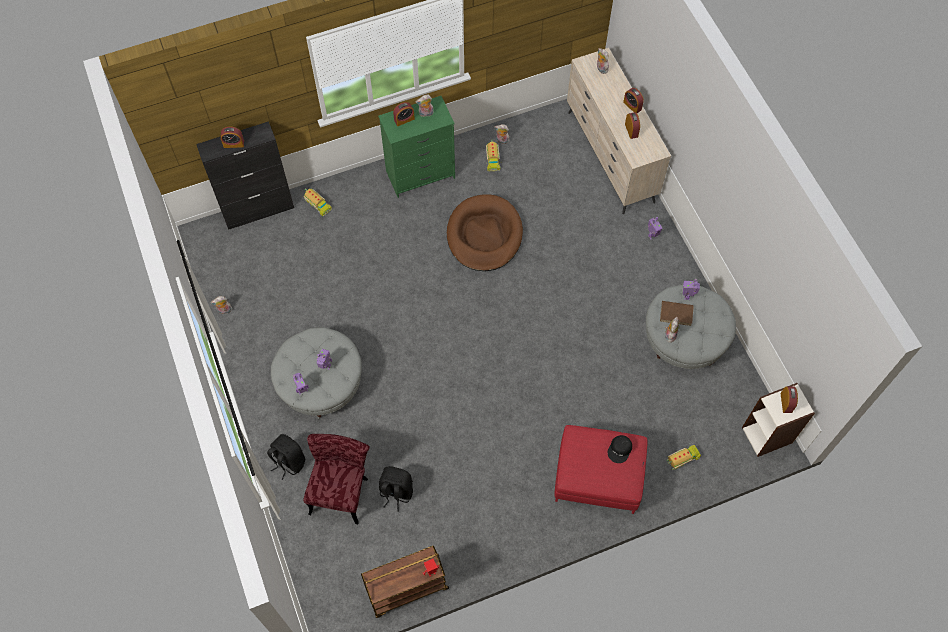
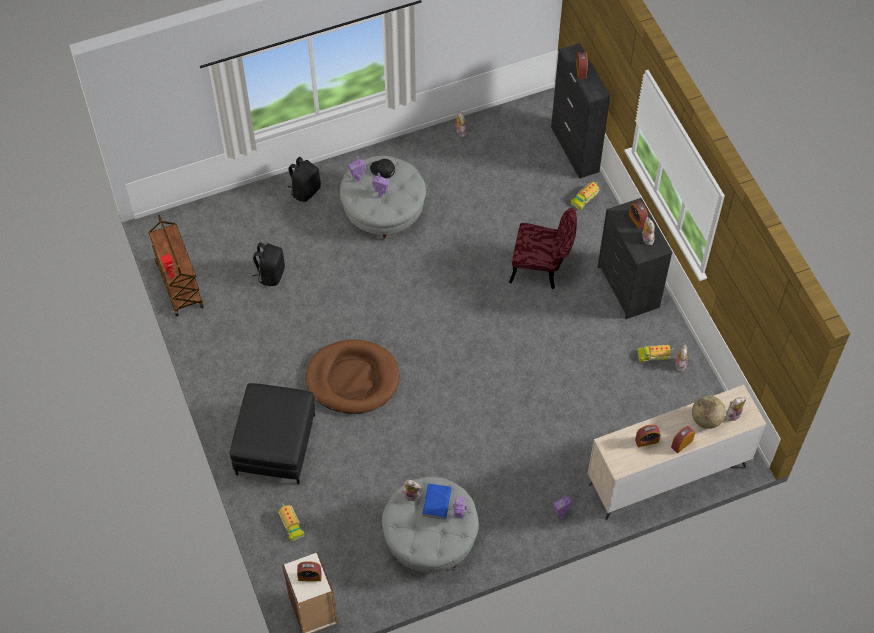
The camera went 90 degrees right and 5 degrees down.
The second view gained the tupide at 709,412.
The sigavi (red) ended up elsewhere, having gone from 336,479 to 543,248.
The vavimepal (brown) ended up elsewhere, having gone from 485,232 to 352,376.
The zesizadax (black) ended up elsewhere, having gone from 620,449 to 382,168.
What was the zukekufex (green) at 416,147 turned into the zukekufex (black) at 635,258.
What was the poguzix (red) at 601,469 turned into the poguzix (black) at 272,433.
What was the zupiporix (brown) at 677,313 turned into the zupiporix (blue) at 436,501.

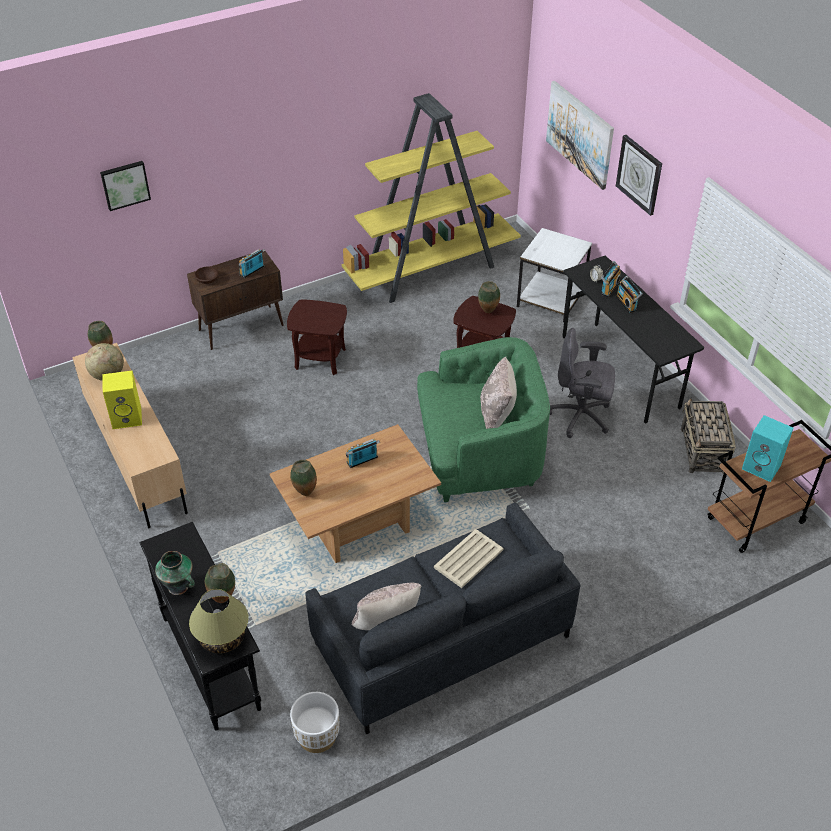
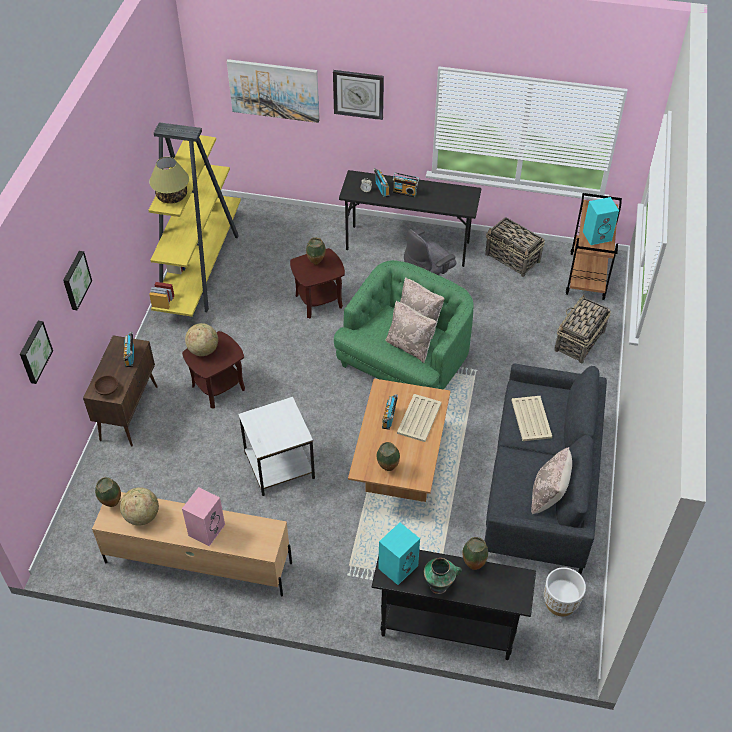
The camera went 50 degrees left and 5 degrees up.
The second view gained the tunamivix at 77,280.
The second view gained the tupide at 201,339.
The second view gained the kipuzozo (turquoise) at 399,554.
The second view gained the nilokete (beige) at 410,331.
The second view gained the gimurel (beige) at 419,418.
The second view gained the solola at 582,329.
The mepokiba ended up elsewhere, having gone from 219,621 to 169,180.
The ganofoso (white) ended up elsewhere, having gone from 554,275 to 276,446.
What was the kipuzozo (yellow) at 122,399 turned into the kipuzozo (pink) at 203,516.

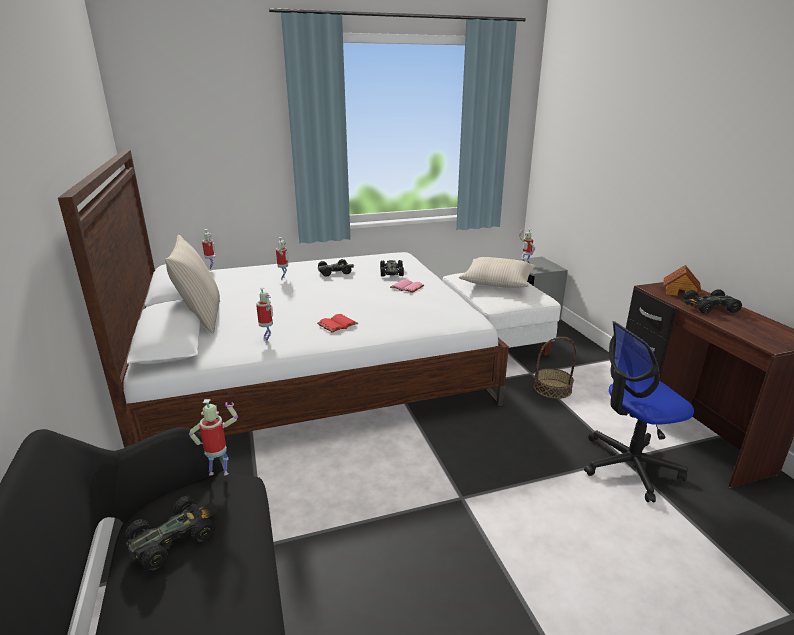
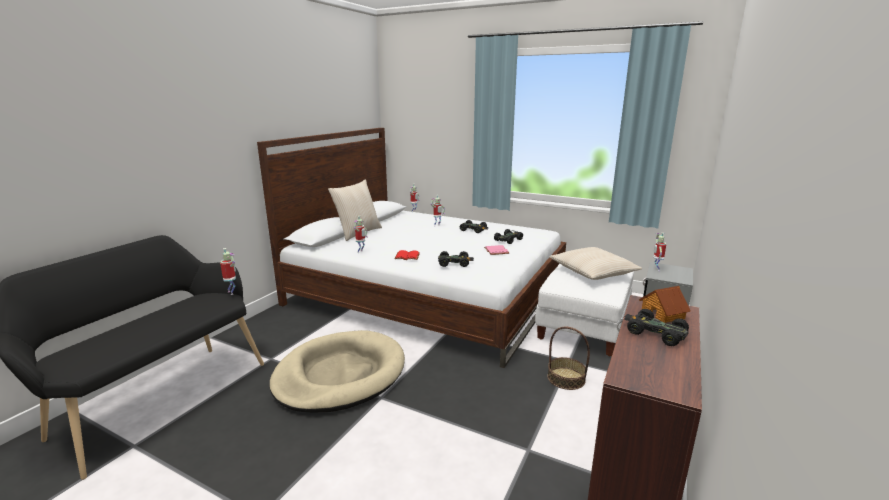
The camera went 45 degrees right and 5 degrees down.
The second view lost the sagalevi at 639,412.
The second view gained the vavimepal (beige) at 337,371.
The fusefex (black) ended up elsewhere, having gone from 171,533 to 456,259.

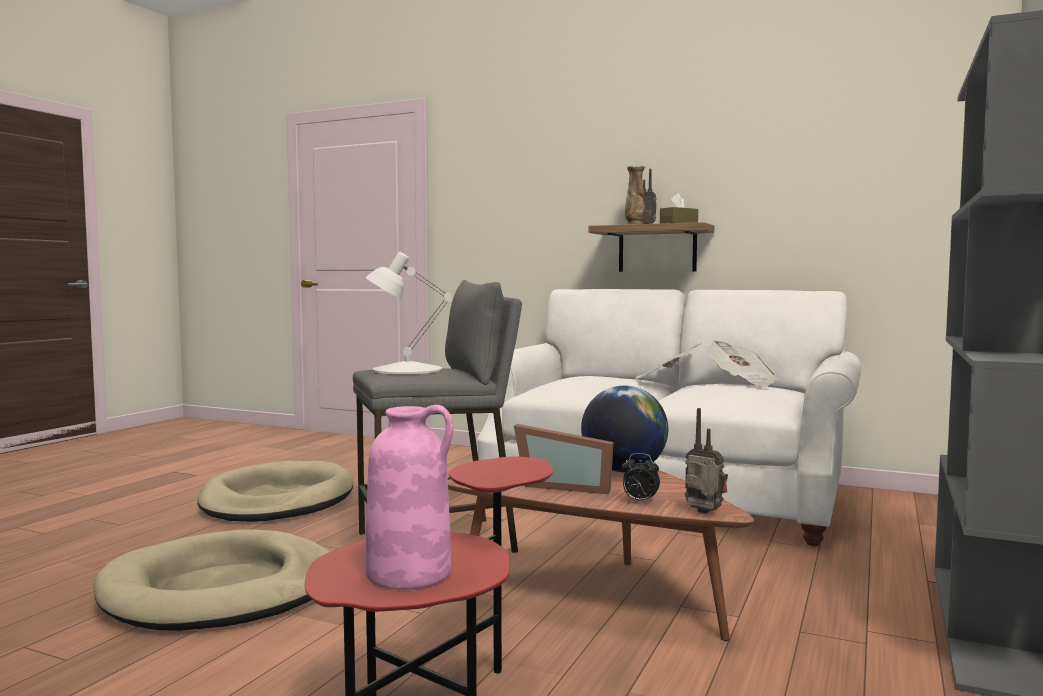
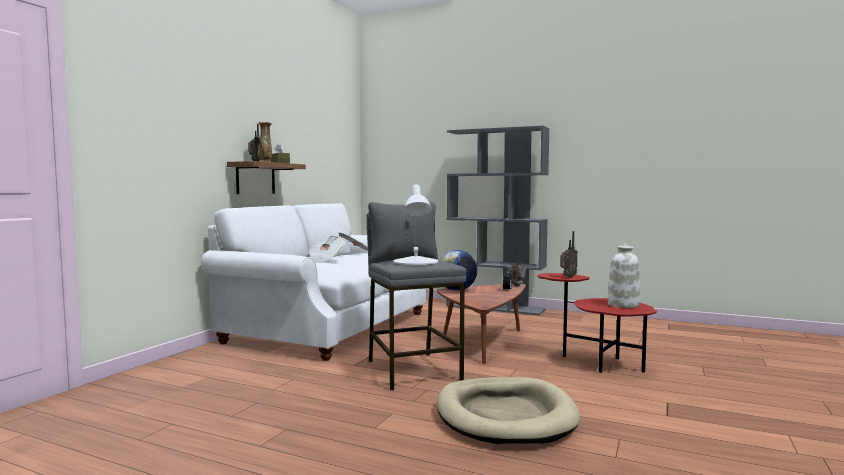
The camera went 90 degrees left and 0 degrees up.
The second view lost the vavimepal (beige) at 275,491.
The second view lost the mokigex at 563,459.
The second view gained the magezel at 569,254.
What was the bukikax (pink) at 409,497 turned into the bukikax (white) at 624,275.

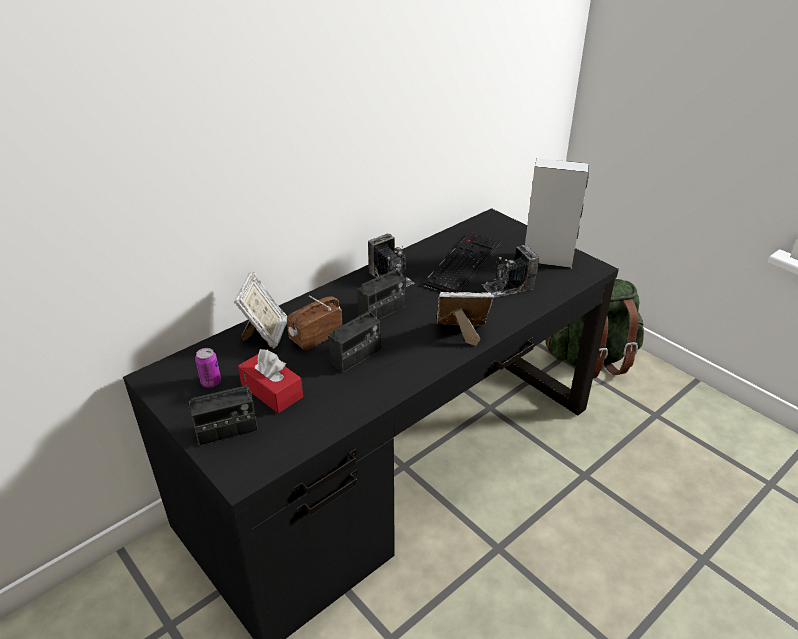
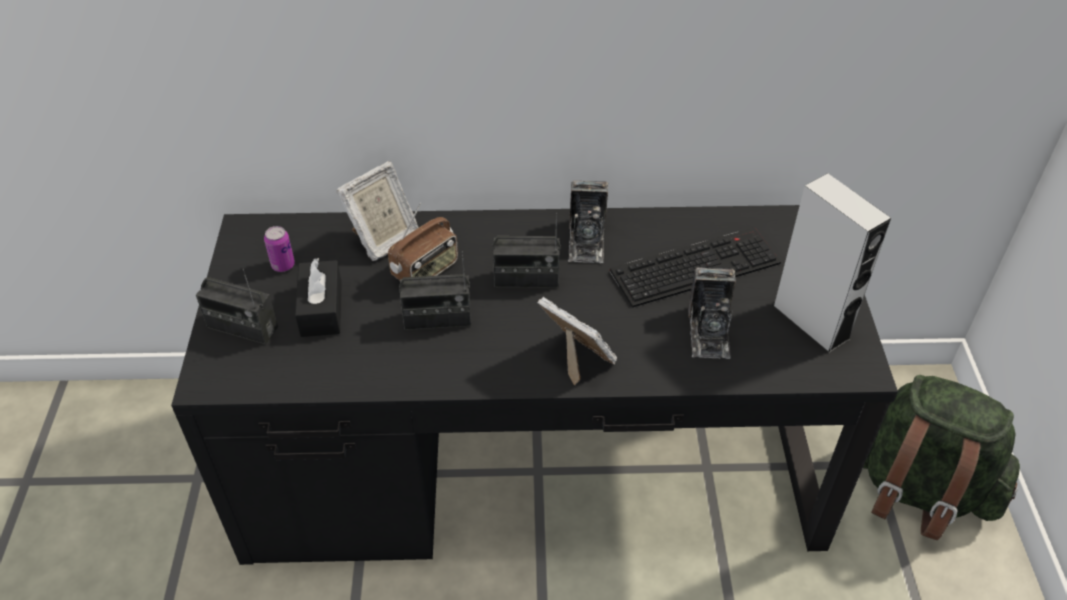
The camera went 40 degrees right and 10 degrees up.
What was the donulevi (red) at 270,381 turned into the donulevi (black) at 318,297.
The magezel at 315,322 ended up facing another way, 135 degrees clockwise from before.
The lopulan at 510,271 ended up facing another way, 105 degrees counterclockwise from before.

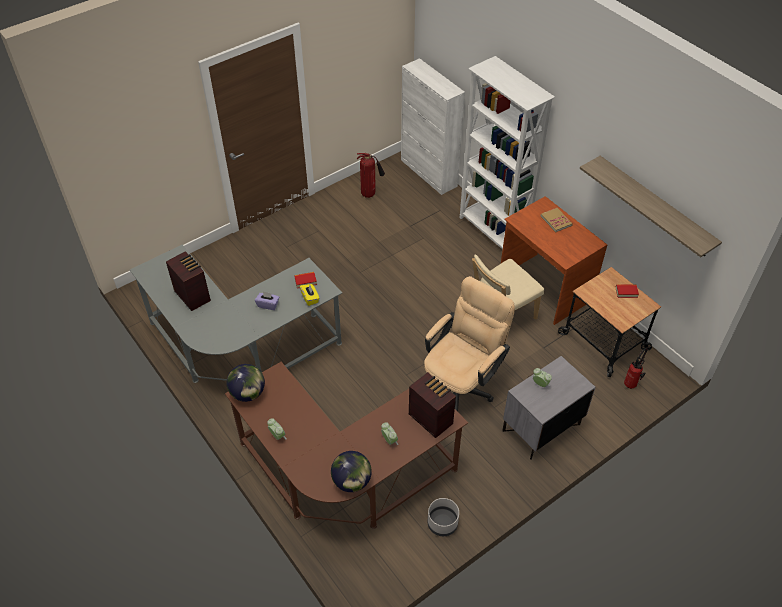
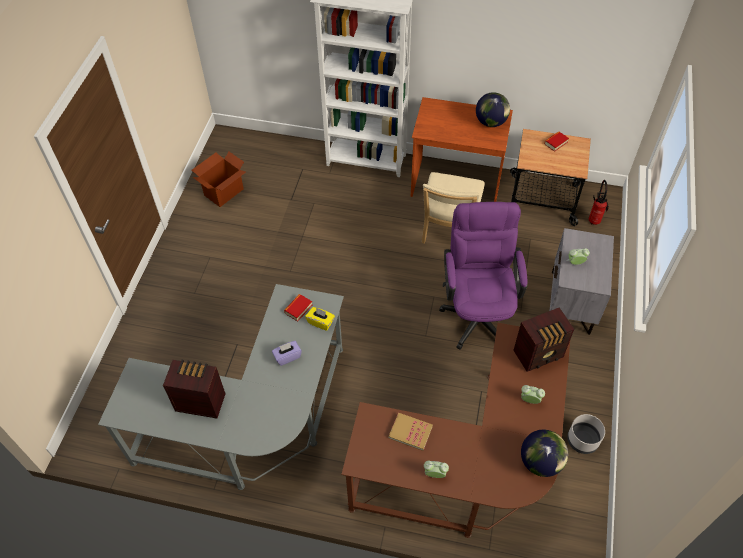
The camera went 40 degrees left and 5 degrees up.
The second view lost the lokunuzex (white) at 433,126.
The second view lost the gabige at 651,206.
The tupide ended up elsewhere, having gone from 246,383 to 493,109.
The zupiporix ended up elsewhere, having gone from 557,220 to 411,432.
Where the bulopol stood at 371,175, the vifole came to stand at 219,179.
What was the sagalevi (beige) at 469,343 turned into the sagalevi (purple) at 483,276.
The magezel at 432,405 ended up facing another way, 150 degrees clockwise from before.

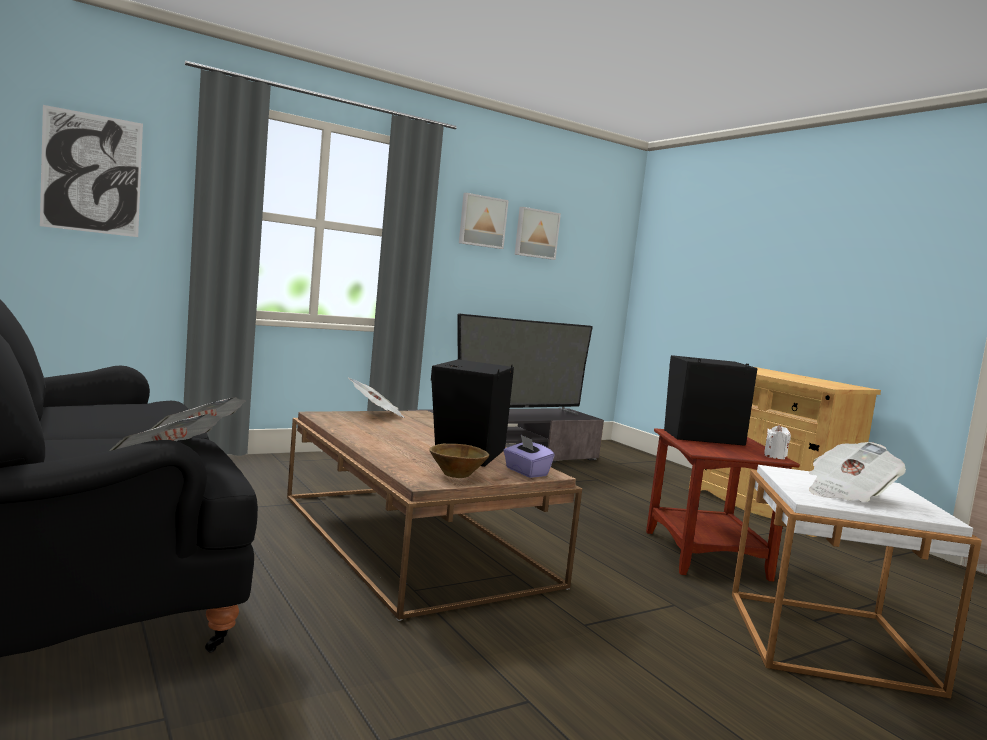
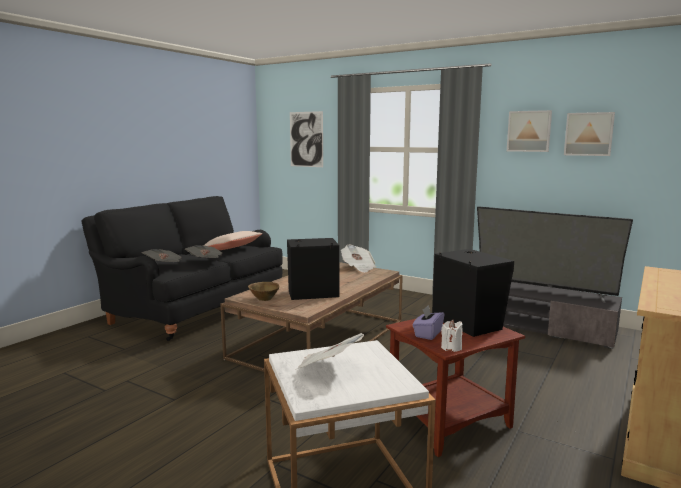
The camera went 65 degrees right and 5 degrees up.
The second view gained the nilokete (beige) at 233,240.
The donulevi (purple) ended up elsewhere, having gone from 528,456 to 429,322.

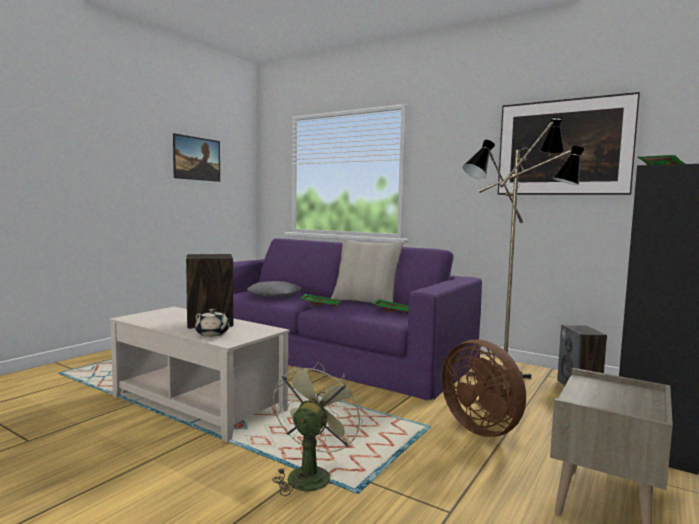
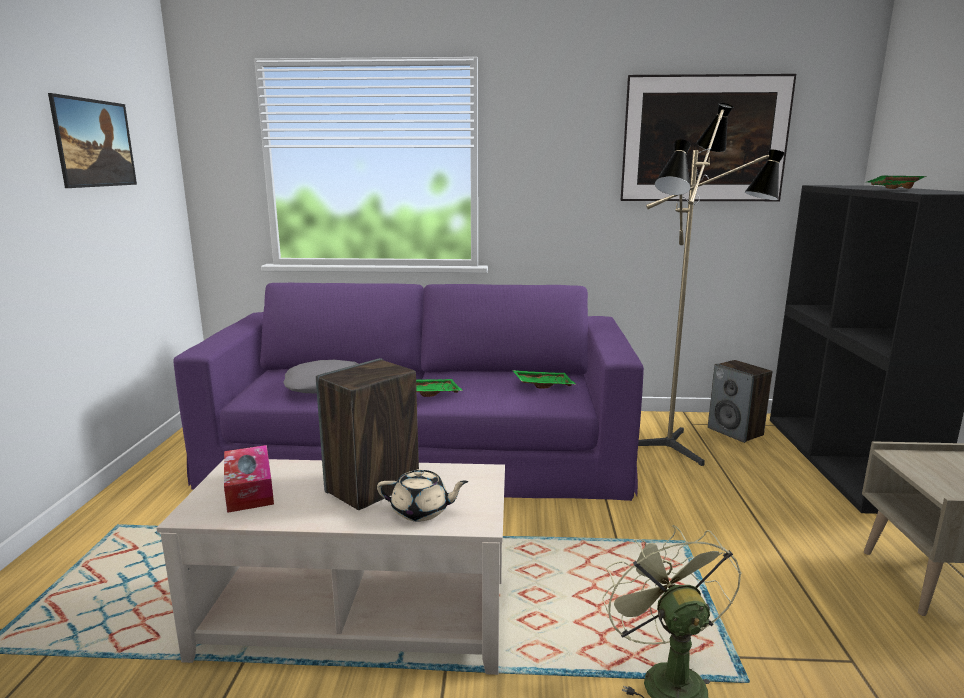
The camera went 30 degrees left and 10 degrees up.
The second view lost the nilokete (beige) at 367,271.
The second view lost the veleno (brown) at 483,388.
The second view gained the donulevi at 249,479.

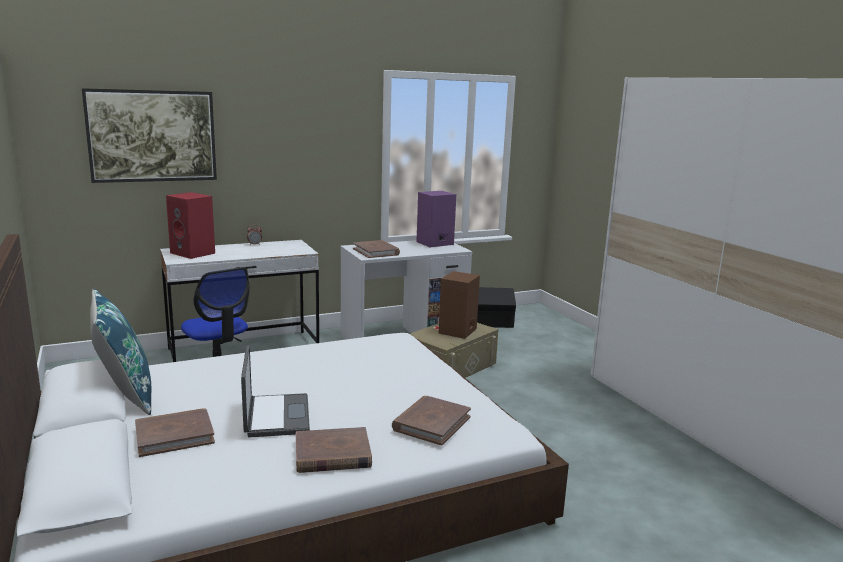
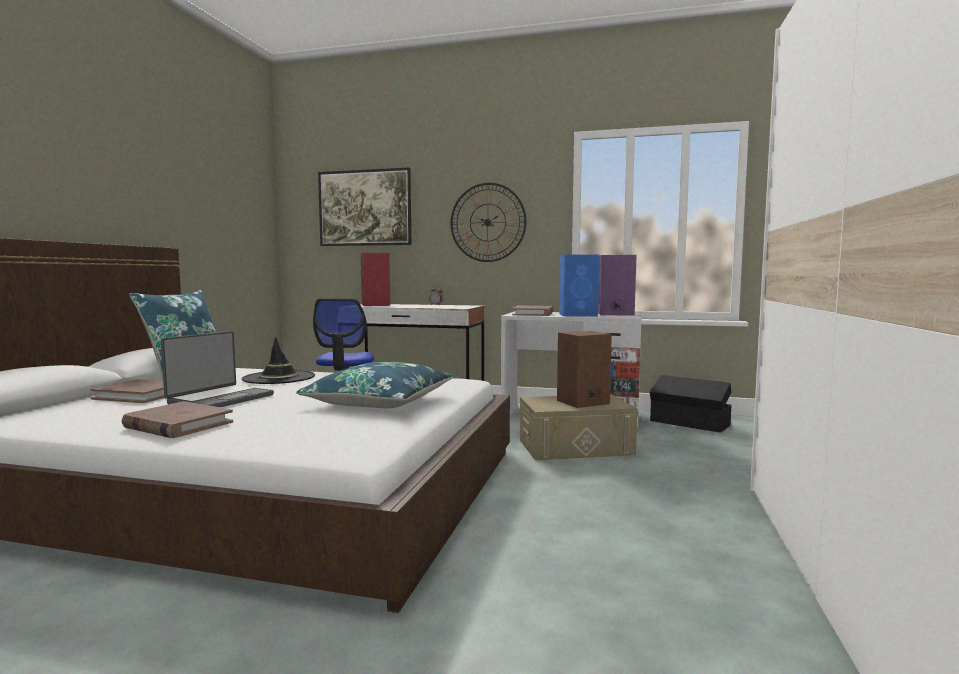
The camera went 40 degrees right and 10 degrees down.
The second view lost the zupiporix (brown) at 431,421.
The second view gained the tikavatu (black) at 278,360.
The second view gained the nilokete (blue) at 375,385.
The second view gained the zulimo at 489,222.
The second view gained the kipuzozo (blue) at 579,285.

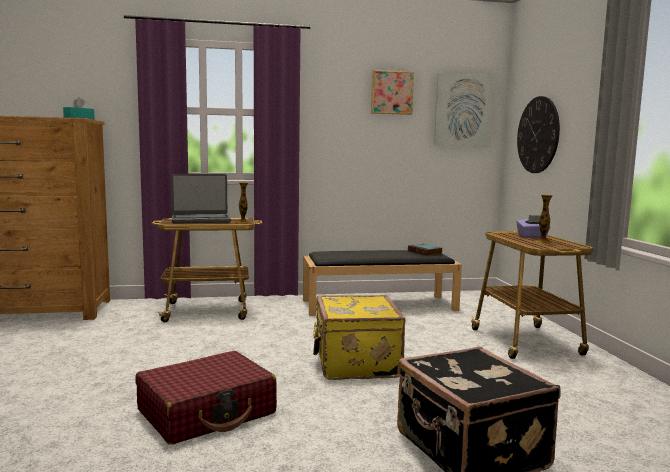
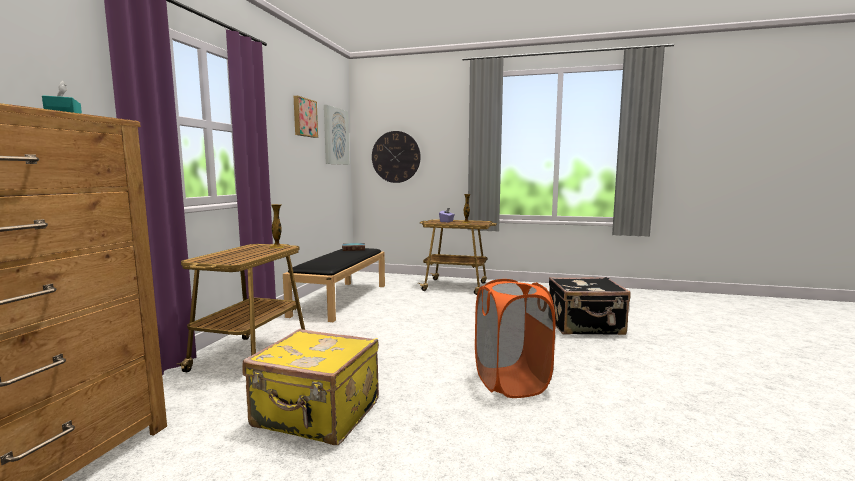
The camera went 65 degrees left and 0 degrees up.
The second view lost the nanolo at 201,199.
The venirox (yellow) ended up elsewhere, having gone from 359,337 to 310,387.
Where the venirox (red) stood at 206,398, the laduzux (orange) came to stand at 515,338.

